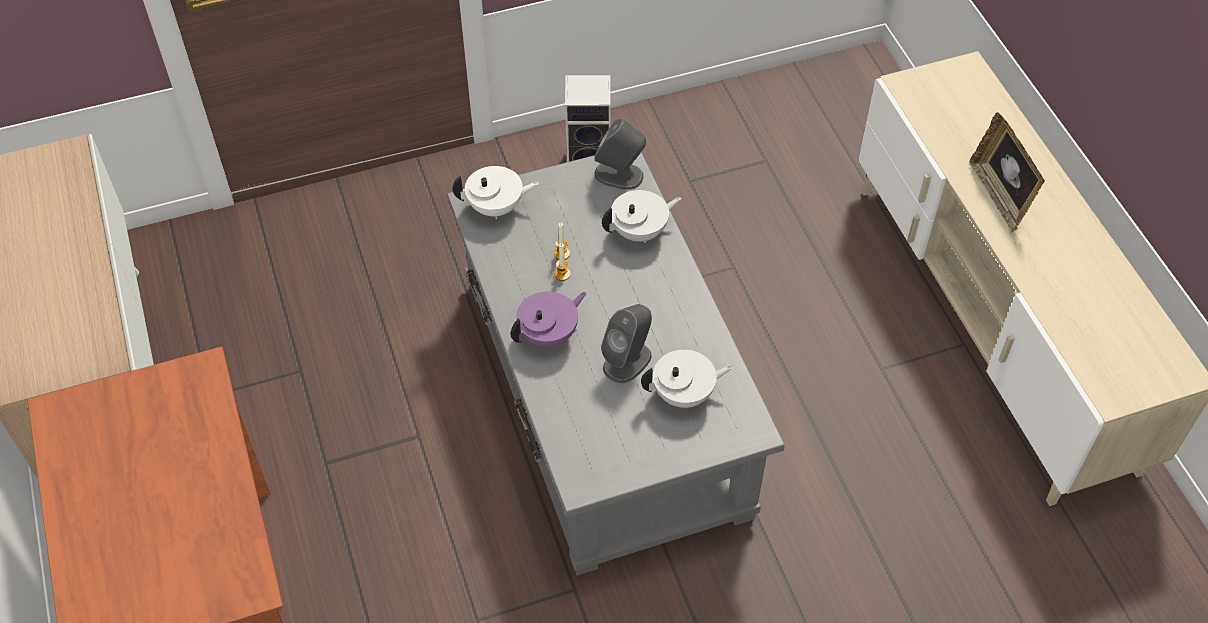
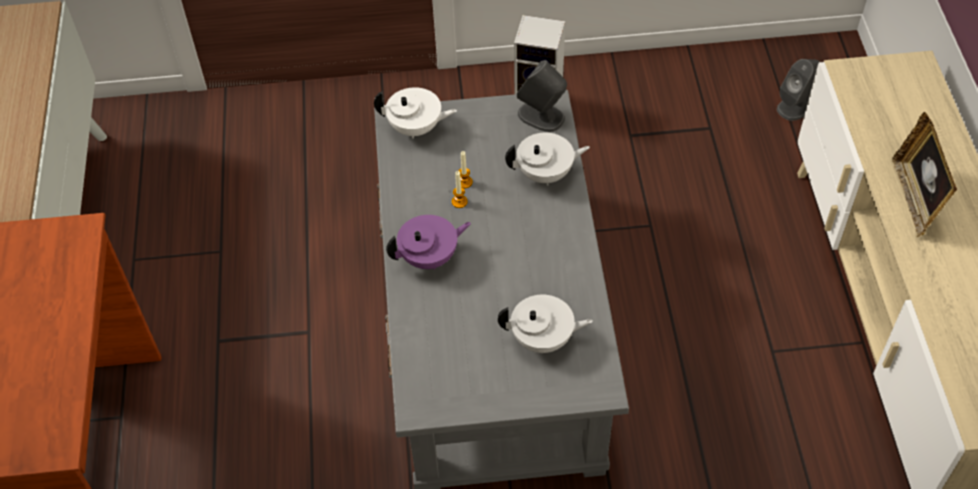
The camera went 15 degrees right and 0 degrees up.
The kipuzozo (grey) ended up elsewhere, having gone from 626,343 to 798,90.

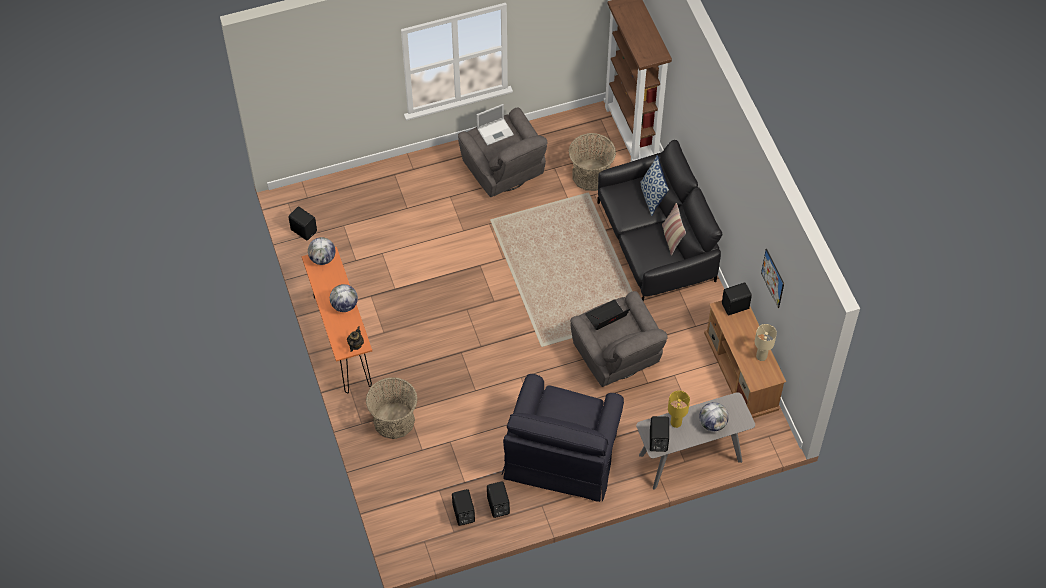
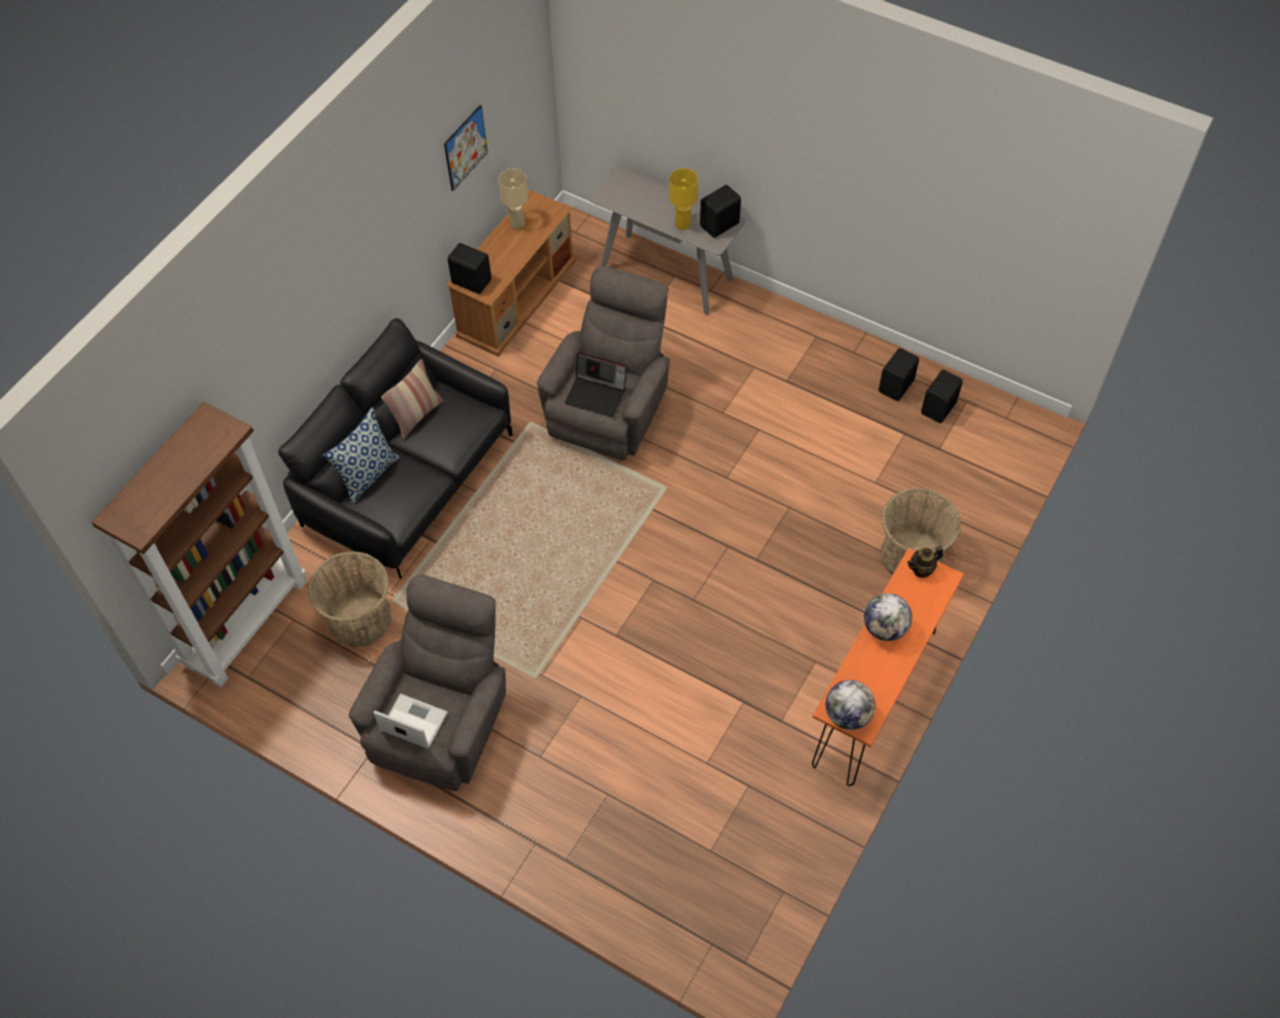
The camera went 130 degrees left and 0 degrees up.
The second view lost the kipuzozo (black) at 302,223.
The second view lost the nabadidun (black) at 562,438.
The second view lost the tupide at 714,416.

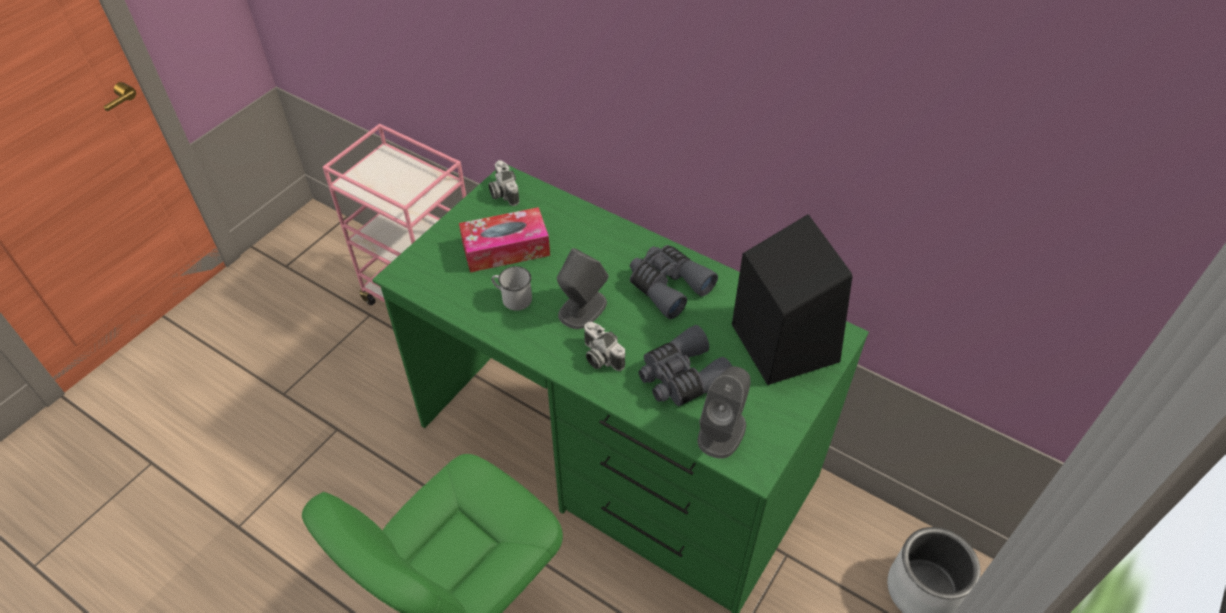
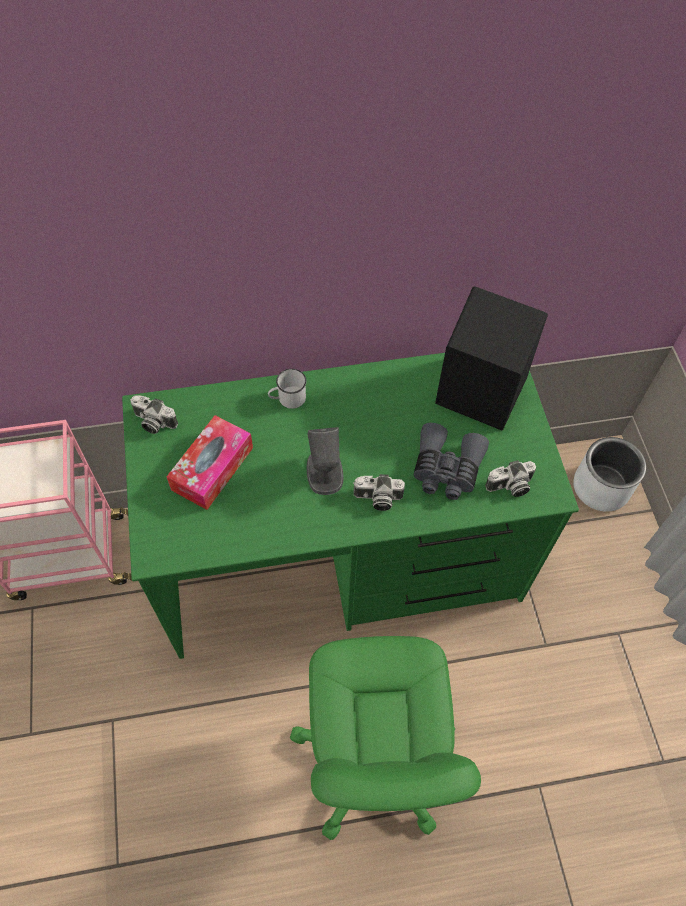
The camera went 45 degrees left and 10 degrees up.
The second view lost the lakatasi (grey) at 674,282.
The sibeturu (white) ended up elsewhere, having gone from 511,288 to 287,389.
Where the kipuzozo (grey) stood at 724,412, the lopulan came to stand at 510,478.

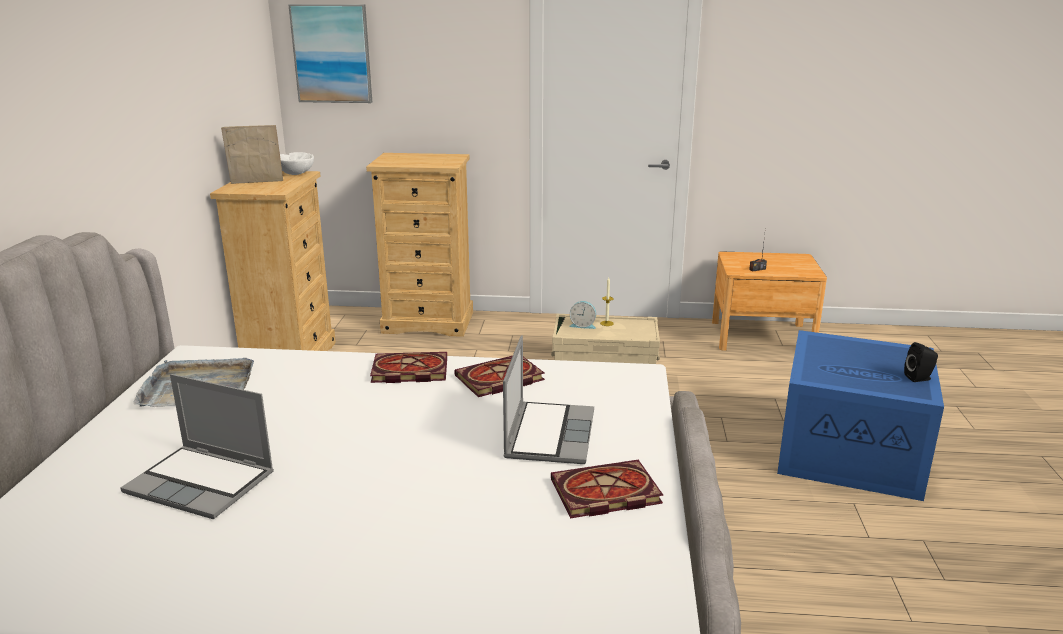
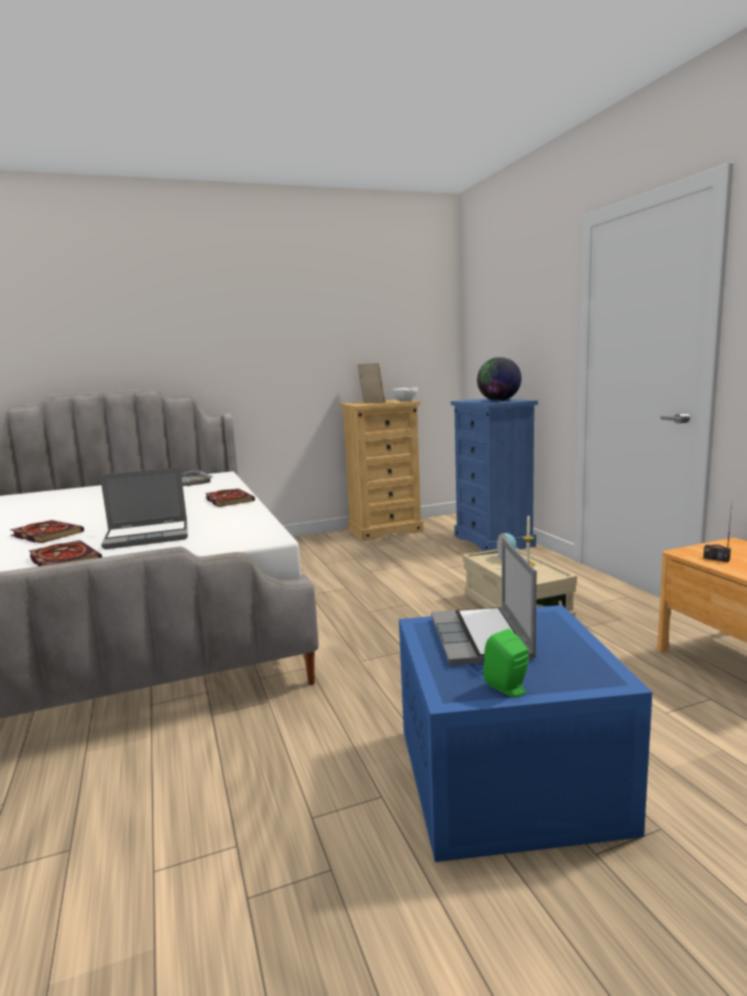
The camera went 65 degrees right and 10 degrees down.
The second view lost the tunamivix at 330,53.
The second view gained the tupide at 499,379.
The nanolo ended up elsewhere, having gone from 197,446 to 484,601.
The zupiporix ended up elsewhere, having gone from 499,376 to 47,531.
What was the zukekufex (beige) at 419,245 turned into the zukekufex (blue) at 494,474.
What was the kipuzozo (black) at 921,362 turned into the kipuzozo (green) at 506,663.

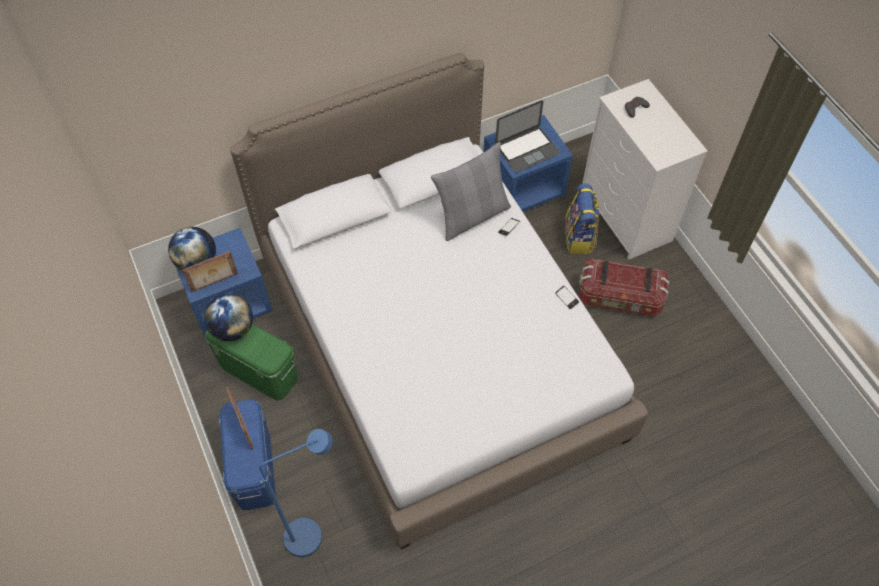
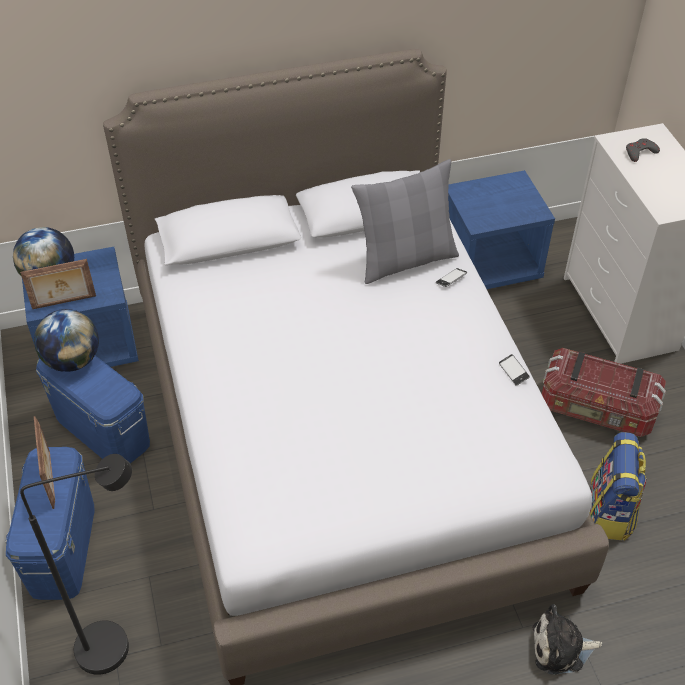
The camera went 10 degrees right and 10 degrees down.
The second view lost the nanolo at 527,136.
The second view gained the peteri at 567,639.
The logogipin ended up elsewhere, having gone from 582,219 to 618,486.
What was the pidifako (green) at 251,362 turned into the pidifako (blue) at 93,409.
What was the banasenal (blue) at 296,493 turned into the banasenal (black) at 76,564.

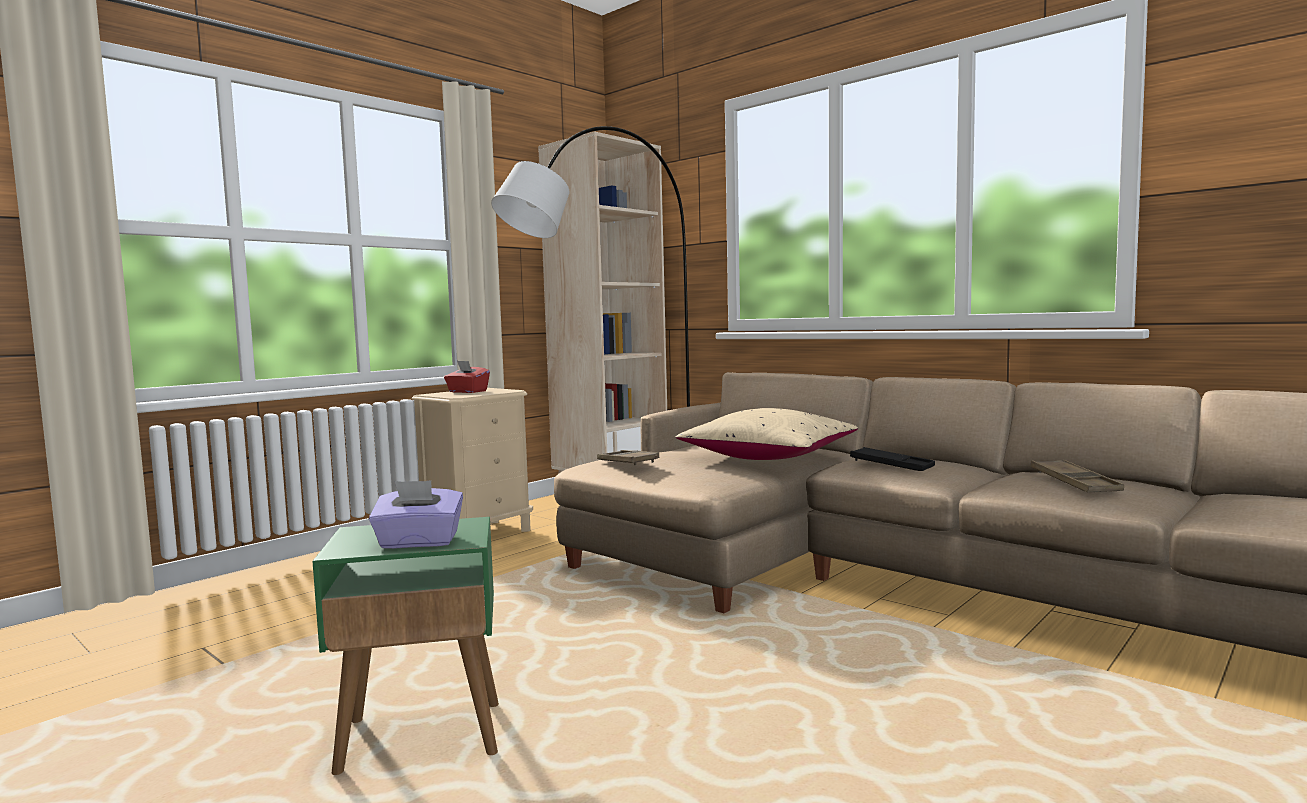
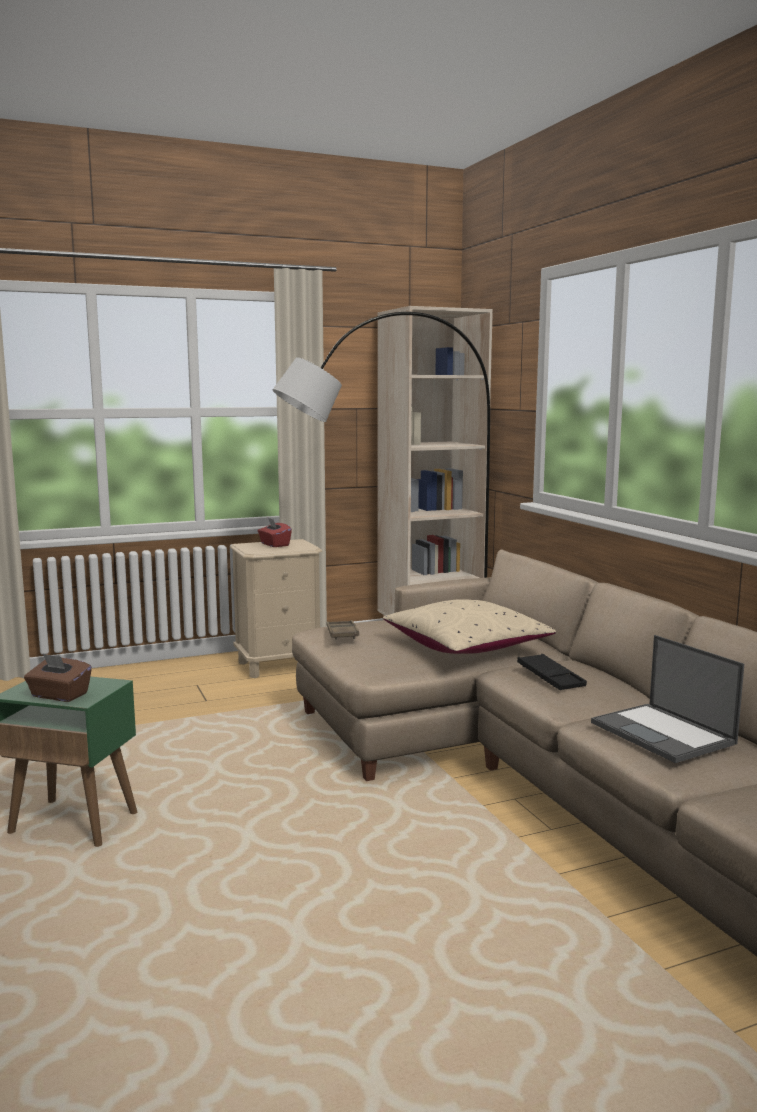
The camera went 25 degrees right and 5 degrees up.
Where the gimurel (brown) stood at 1077,475, the nanolo came to stand at 667,699.
What was the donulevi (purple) at 416,514 turned into the donulevi (brown) at 58,678.

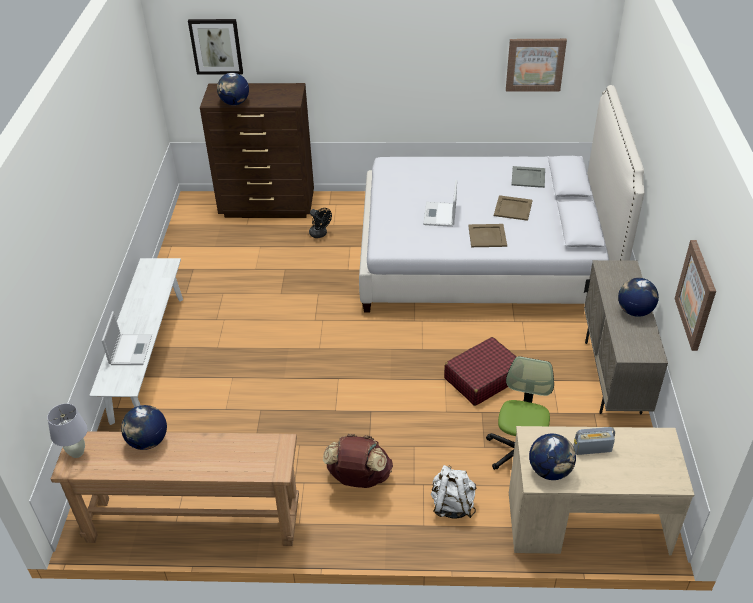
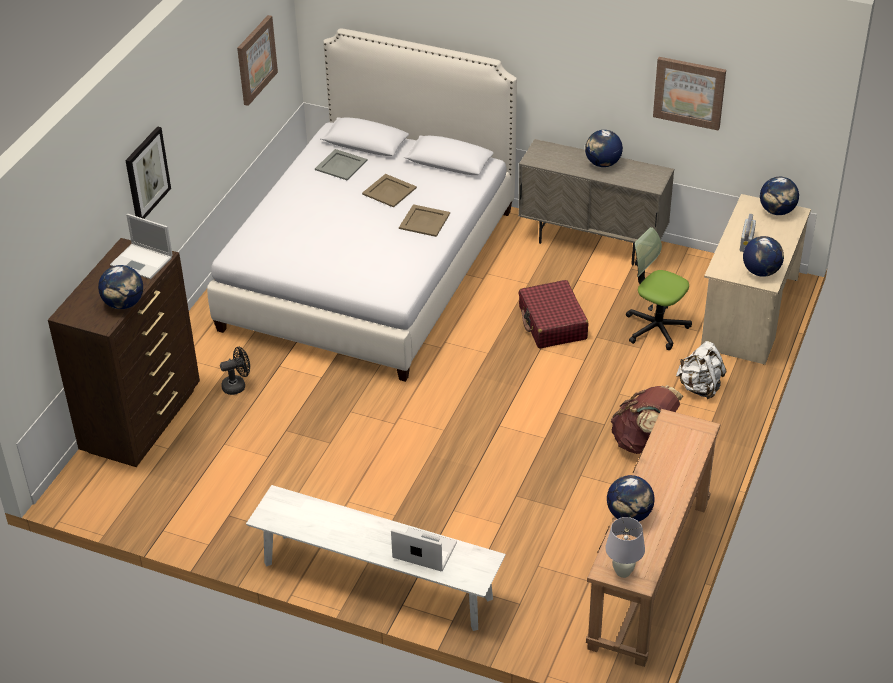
The camera went 70 degrees left and 0 degrees up.
The second view gained the tupide at 779,196.
The tunamivix ended up elsewhere, having gone from 215,47 to 148,172.
The nanolo ended up elsewhere, having gone from 440,203 to 141,246.

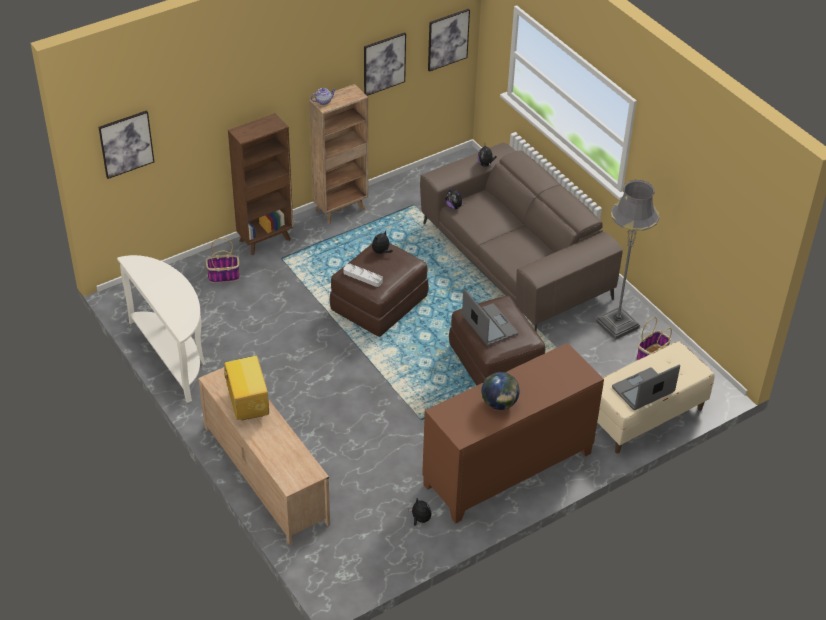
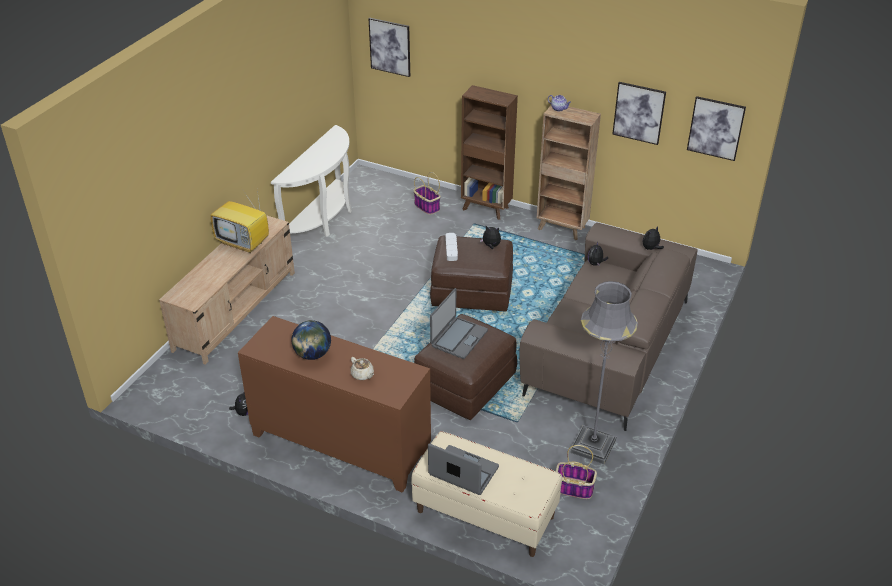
The camera went 60 degrees right and 5 degrees down.
The second view gained the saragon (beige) at 362,368.
The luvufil at 245,384 ended up facing another way, 75 degrees clockwise from before.

